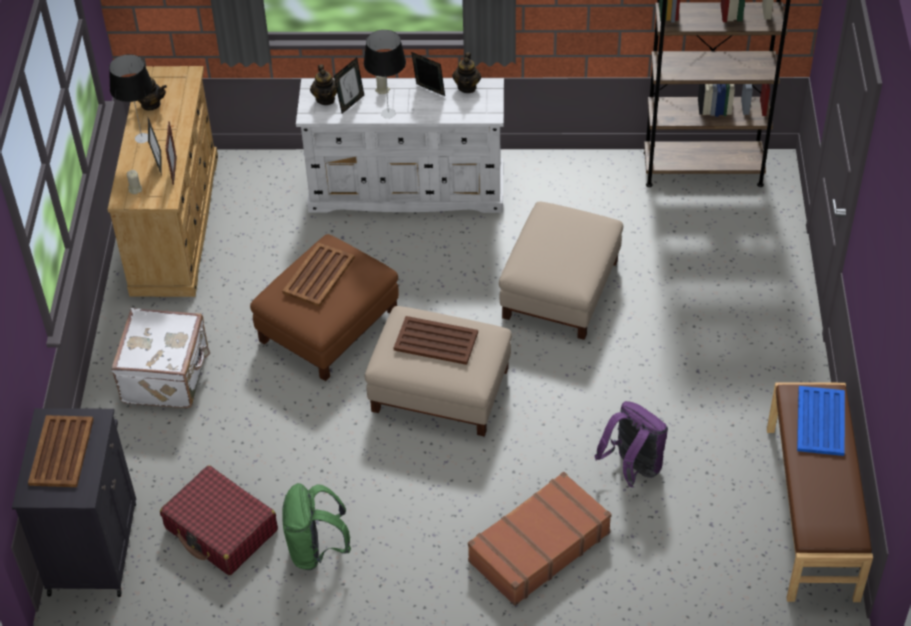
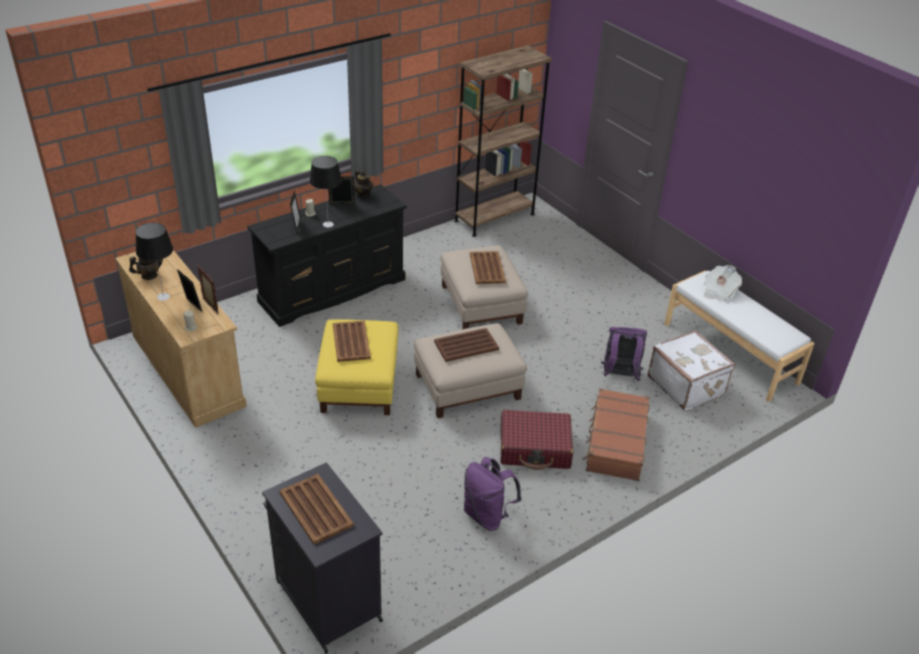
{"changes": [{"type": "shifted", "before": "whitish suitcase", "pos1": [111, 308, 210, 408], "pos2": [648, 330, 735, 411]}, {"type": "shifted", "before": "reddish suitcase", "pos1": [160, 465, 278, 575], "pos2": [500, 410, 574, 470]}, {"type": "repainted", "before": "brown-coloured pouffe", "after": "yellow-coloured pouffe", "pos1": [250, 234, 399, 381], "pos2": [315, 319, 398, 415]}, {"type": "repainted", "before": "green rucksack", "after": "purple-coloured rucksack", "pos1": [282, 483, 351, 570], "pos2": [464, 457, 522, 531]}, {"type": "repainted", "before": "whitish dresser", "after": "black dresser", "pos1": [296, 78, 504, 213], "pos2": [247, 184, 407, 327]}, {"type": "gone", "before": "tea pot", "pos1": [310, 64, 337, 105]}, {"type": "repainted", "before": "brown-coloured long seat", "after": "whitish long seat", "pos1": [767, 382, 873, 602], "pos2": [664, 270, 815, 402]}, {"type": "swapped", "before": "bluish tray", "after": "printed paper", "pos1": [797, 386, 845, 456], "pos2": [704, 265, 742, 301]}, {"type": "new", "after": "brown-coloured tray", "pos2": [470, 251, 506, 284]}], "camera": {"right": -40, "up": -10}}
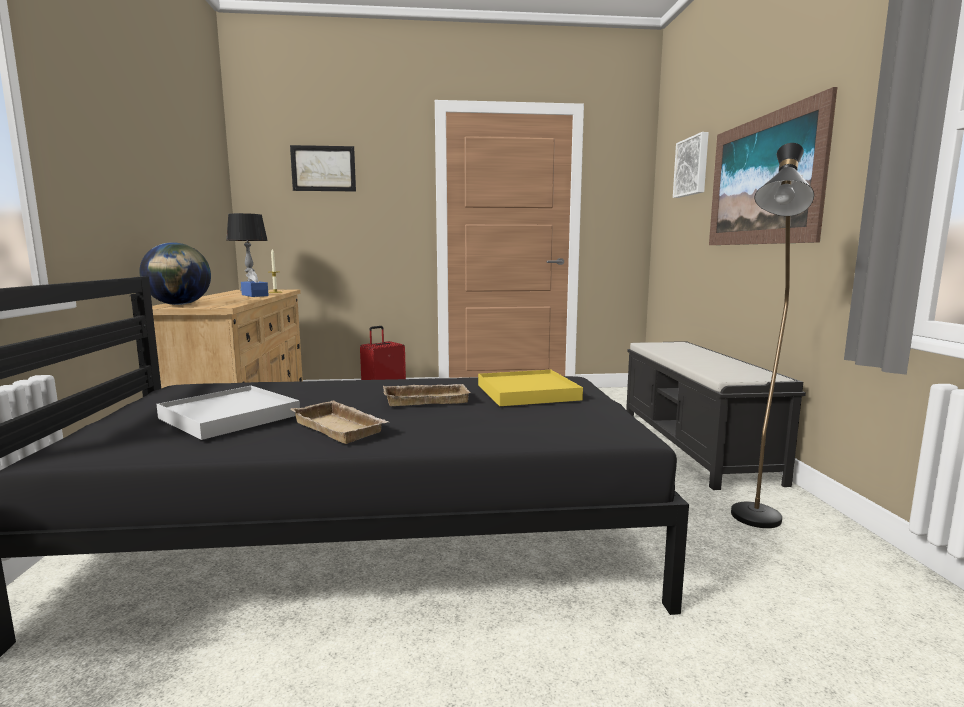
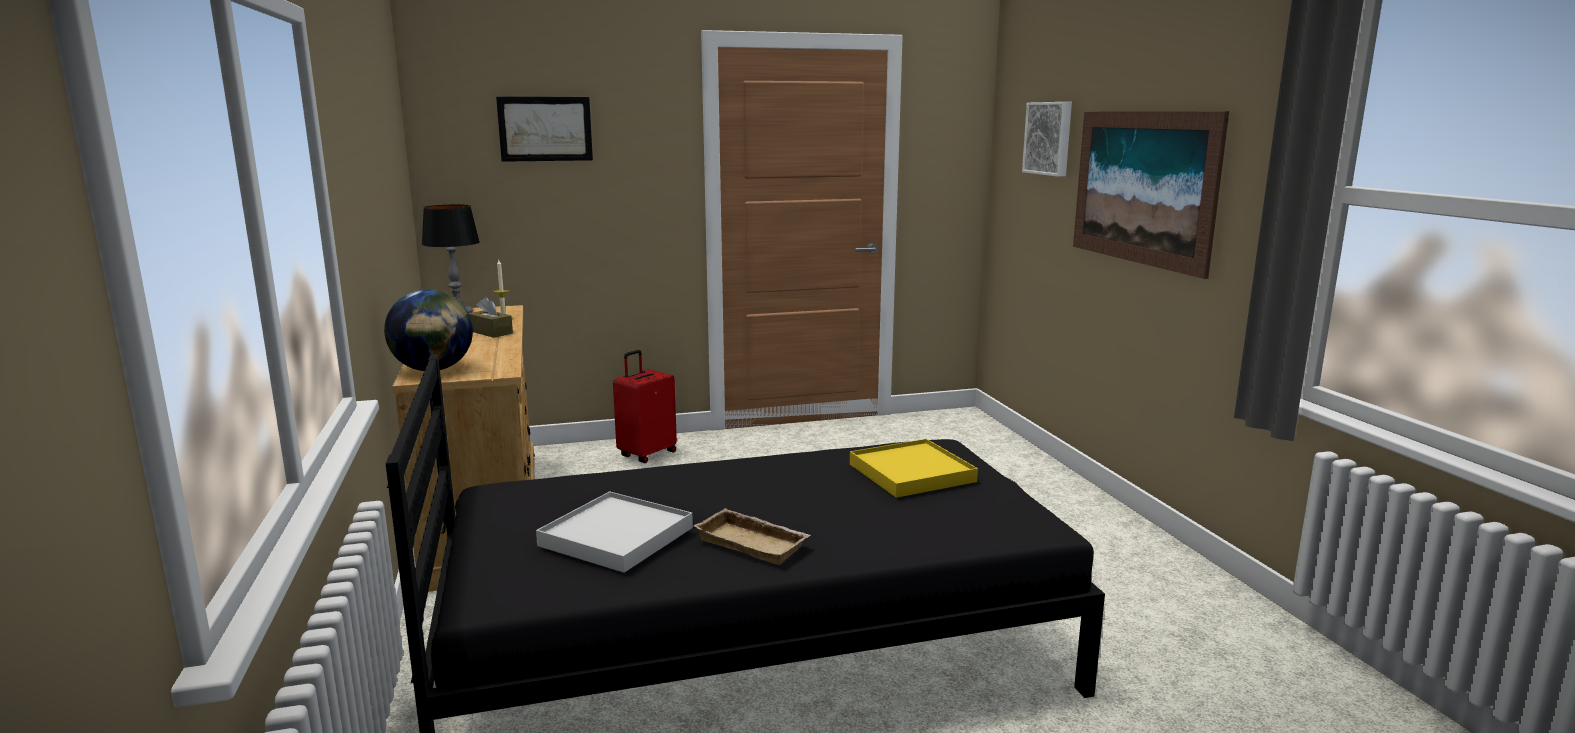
{"changes": [{"type": "repainted", "before": "bluish tissue box", "after": "brown-coloured tissue box", "pos1": [241, 269, 269, 297], "pos2": [469, 297, 513, 338]}, {"type": "gone", "before": "beige-coloured tray", "pos1": [383, 384, 471, 406]}, {"type": "gone", "before": "black long seat", "pos1": [626, 341, 806, 490]}, {"type": "gone", "before": "black standing lamp", "pos1": [731, 143, 814, 528]}], "camera": {"right": -10, "up": 5}}
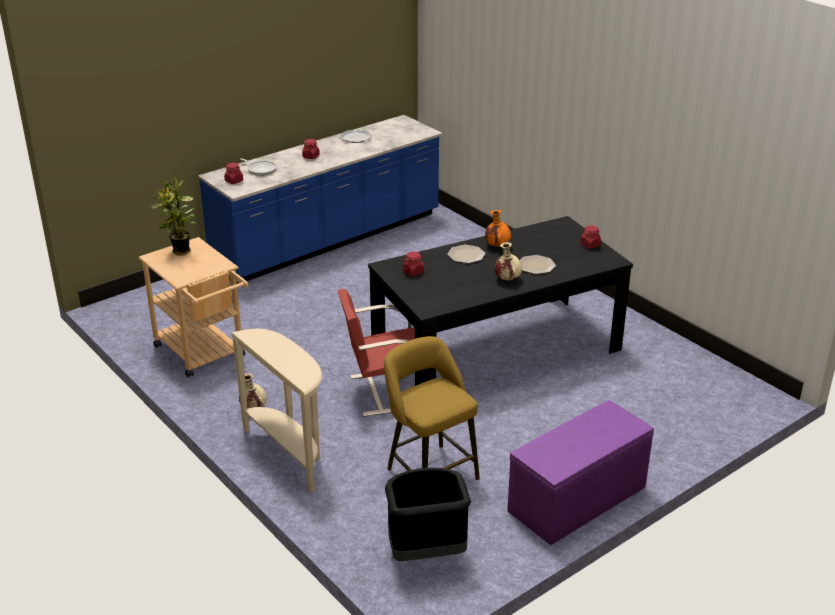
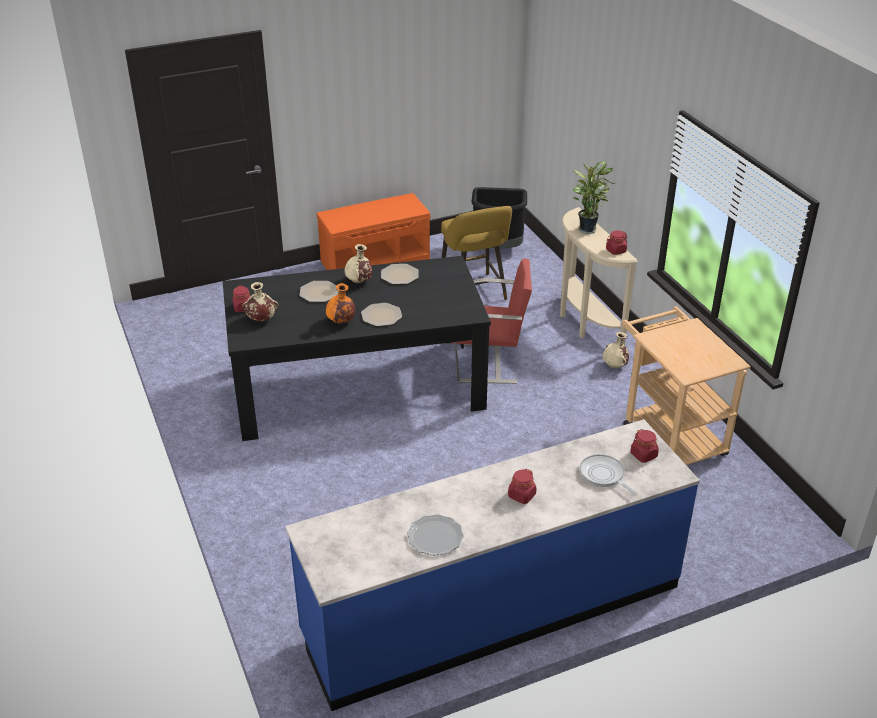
{"changes": [{"type": "shifted", "before": "plant in a pot", "pos1": [151, 175, 195, 256], "pos2": [573, 161, 615, 234]}, {"type": "shifted", "before": "reddish jar", "pos1": [403, 252, 424, 276], "pos2": [606, 230, 627, 255]}, {"type": "repainted", "before": "purple-coloured long seat", "after": "orange long seat", "pos1": [507, 400, 654, 545], "pos2": [317, 193, 430, 270]}, {"type": "new", "after": "beige-coloured decorative vase", "pos2": [242, 282, 278, 321]}, {"type": "new", "after": "plate", "pos2": [381, 264, 419, 284]}], "camera": {"right": -165, "up": 5}}
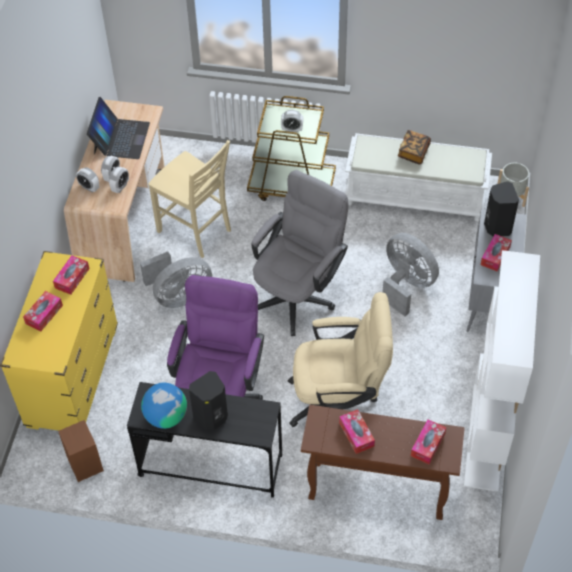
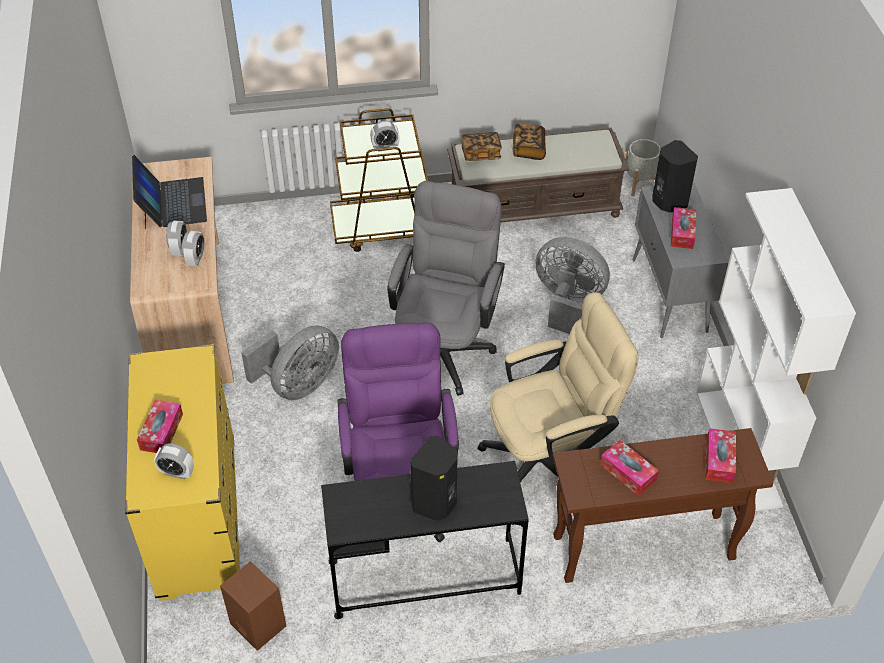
{"changes": [{"type": "gone", "before": "tissue box", "pos1": [53, 255, 89, 295]}, {"type": "shifted", "before": "table clock", "pos1": [76, 167, 99, 193], "pos2": [154, 443, 194, 479]}, {"type": "gone", "before": "globe", "pos1": [141, 383, 187, 429]}, {"type": "gone", "before": "beige-coloured chair", "pos1": [148, 140, 231, 258]}, {"type": "repainted", "before": "whitish long seat", "after": "brown-coloured long seat", "pos1": [345, 133, 492, 222], "pos2": [447, 128, 629, 222]}, {"type": "new", "after": "volume", "pos2": [461, 132, 502, 161]}], "camera": {"right": -20, "up": -5}}
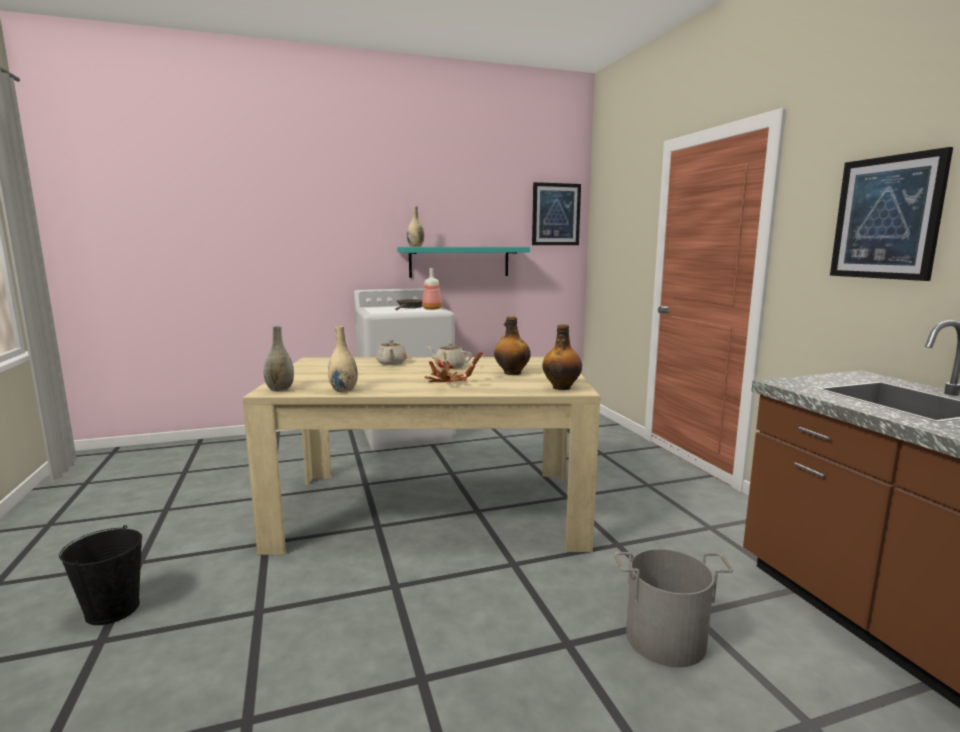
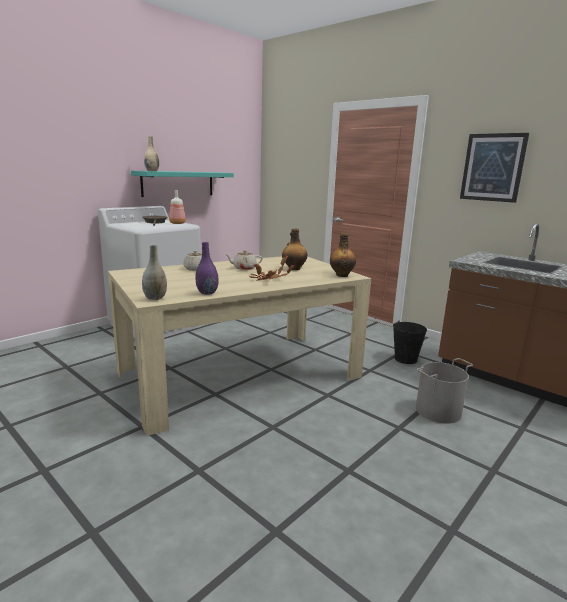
{"changes": [{"type": "shifted", "before": "black water bucket", "pos1": [59, 525, 142, 625], "pos2": [393, 320, 427, 364]}, {"type": "repainted", "before": "beige-coloured decorative vase", "after": "purple-coloured decorative vase", "pos1": [328, 326, 358, 392], "pos2": [195, 242, 218, 295]}, {"type": "gone", "before": "wall art", "pos1": [532, 182, 581, 245]}], "camera": {"right": -30, "up": 5}}
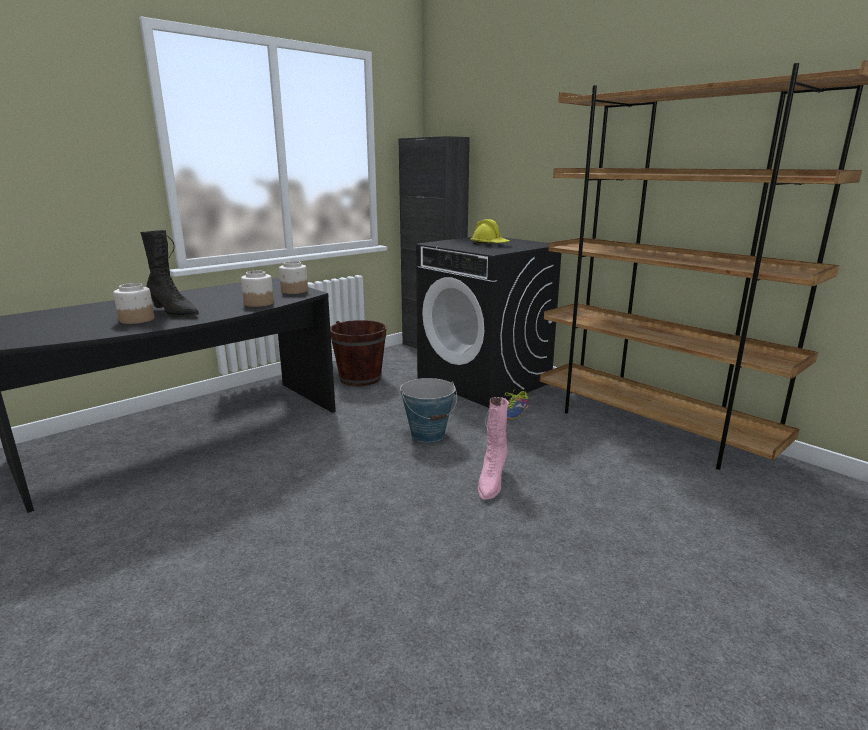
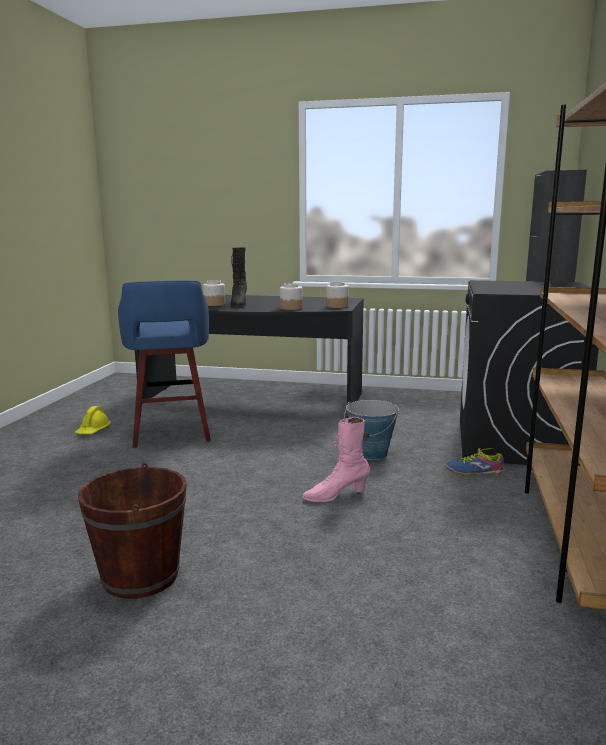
{"changes": [{"type": "shifted", "before": "brown-coloured water bucket", "pos1": [330, 320, 387, 386], "pos2": [78, 462, 187, 599]}, {"type": "shifted", "before": "yellow-coloured work helmet", "pos1": [470, 219, 510, 244], "pos2": [75, 406, 111, 434]}, {"type": "new", "after": "bluish sitting stool", "pos2": [118, 281, 211, 448]}], "camera": {"right": 55, "up": -5}}
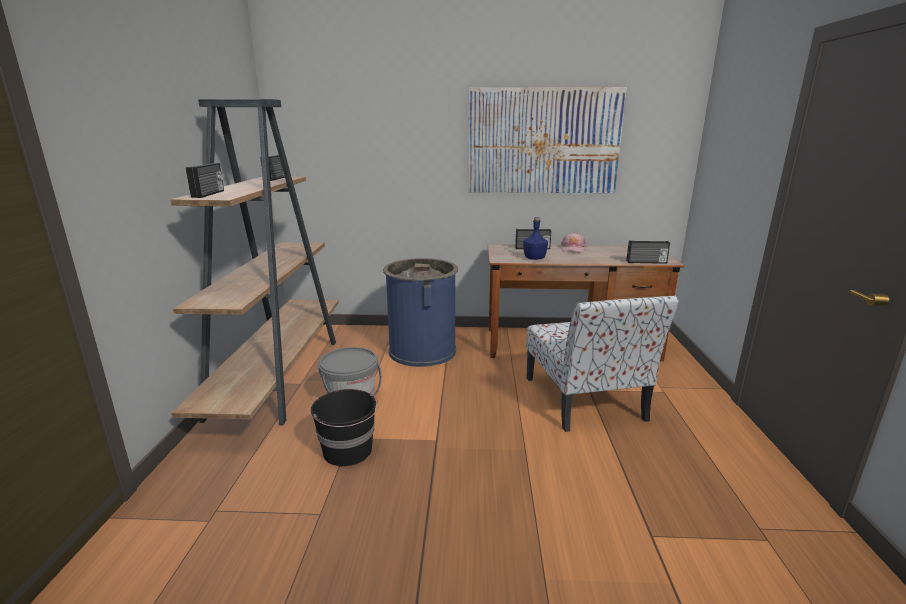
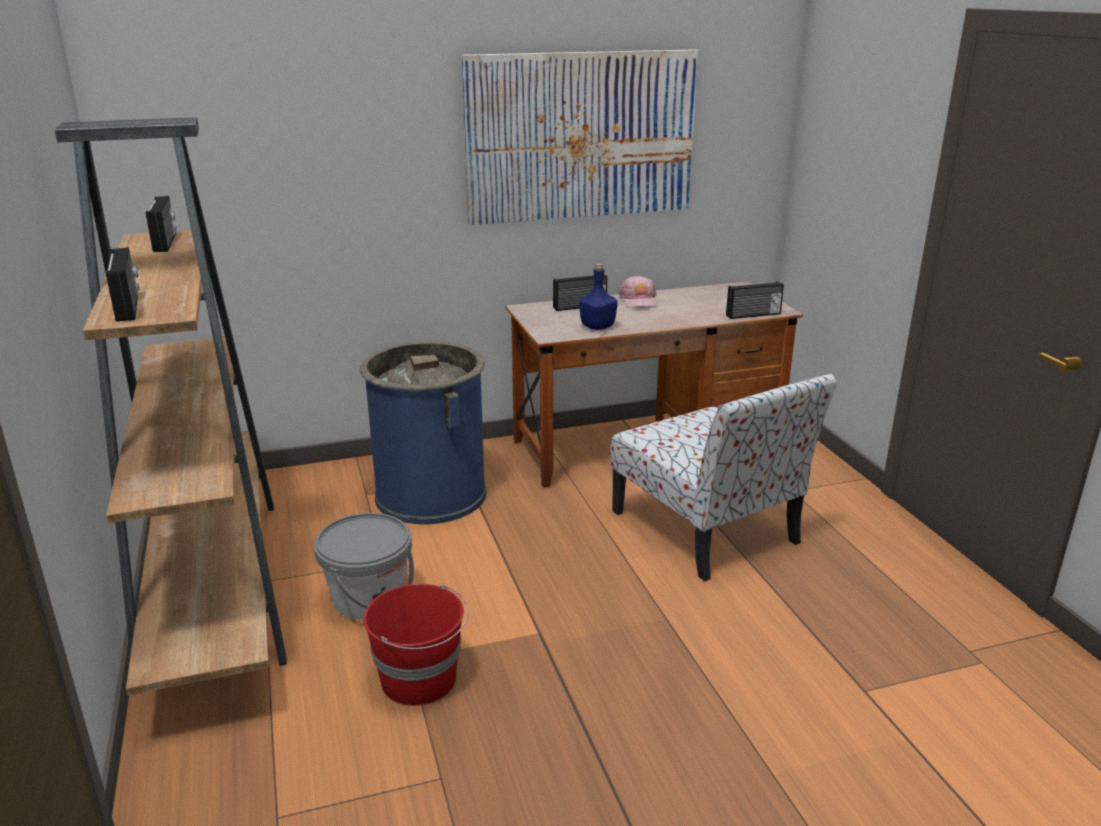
{"changes": [{"type": "repainted", "before": "black water bucket", "after": "reddish water bucket", "pos1": [311, 389, 379, 467], "pos2": [363, 584, 469, 706]}], "camera": {"right": -20, "up": 5}}
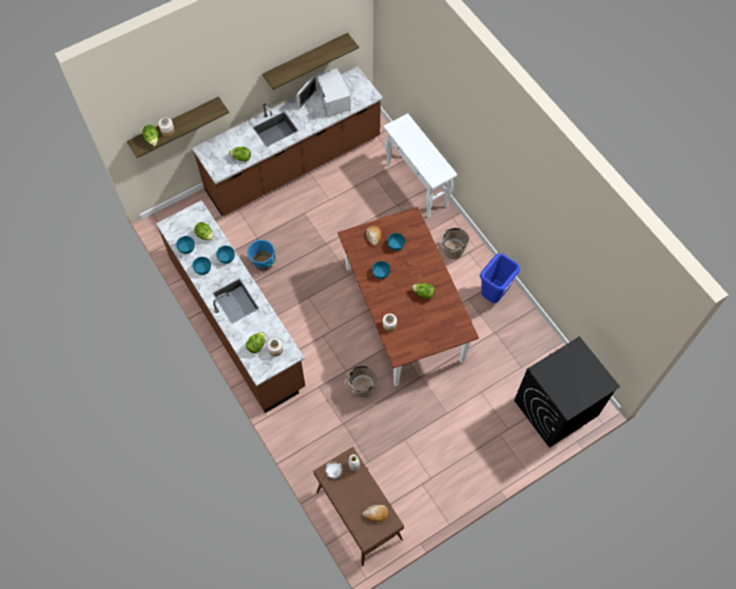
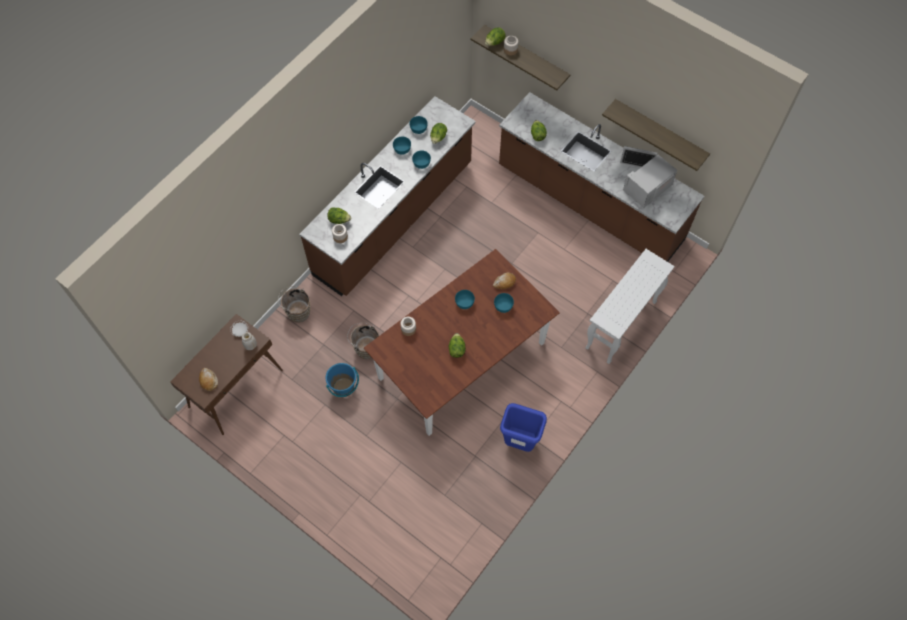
{"changes": [{"type": "shifted", "before": "bluish water bucket", "pos1": [247, 239, 276, 271], "pos2": [325, 363, 359, 397]}, {"type": "shifted", "before": "brown-coloured water bucket", "pos1": [440, 227, 469, 259], "pos2": [278, 286, 310, 323]}, {"type": "gone", "before": "black laundry appliance", "pos1": [514, 336, 620, 448]}], "camera": {"right": 70, "up": 0}}
